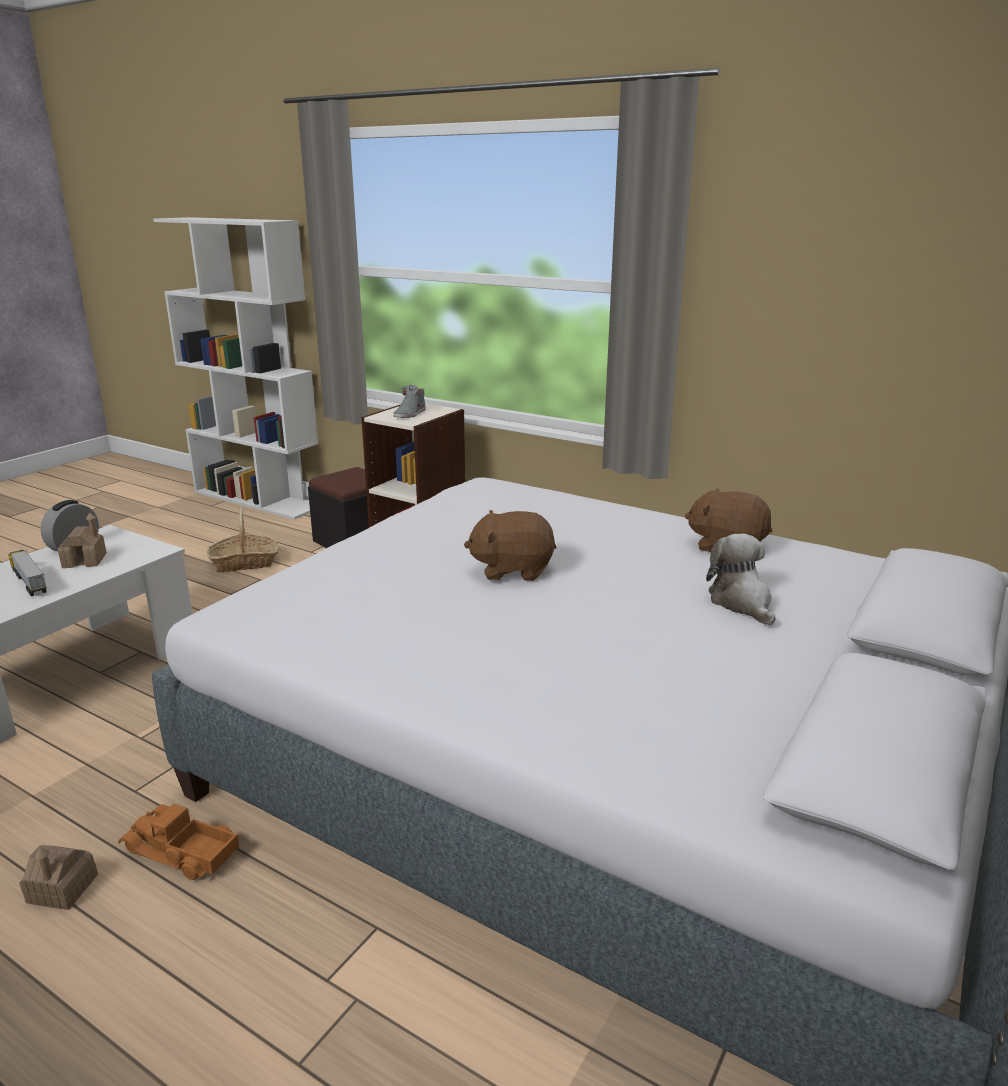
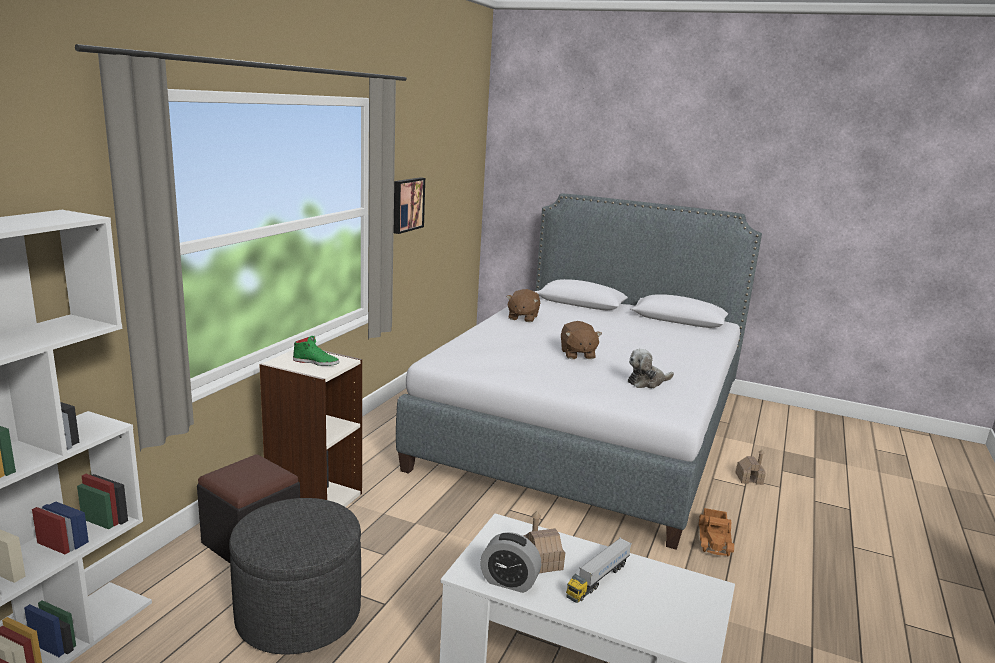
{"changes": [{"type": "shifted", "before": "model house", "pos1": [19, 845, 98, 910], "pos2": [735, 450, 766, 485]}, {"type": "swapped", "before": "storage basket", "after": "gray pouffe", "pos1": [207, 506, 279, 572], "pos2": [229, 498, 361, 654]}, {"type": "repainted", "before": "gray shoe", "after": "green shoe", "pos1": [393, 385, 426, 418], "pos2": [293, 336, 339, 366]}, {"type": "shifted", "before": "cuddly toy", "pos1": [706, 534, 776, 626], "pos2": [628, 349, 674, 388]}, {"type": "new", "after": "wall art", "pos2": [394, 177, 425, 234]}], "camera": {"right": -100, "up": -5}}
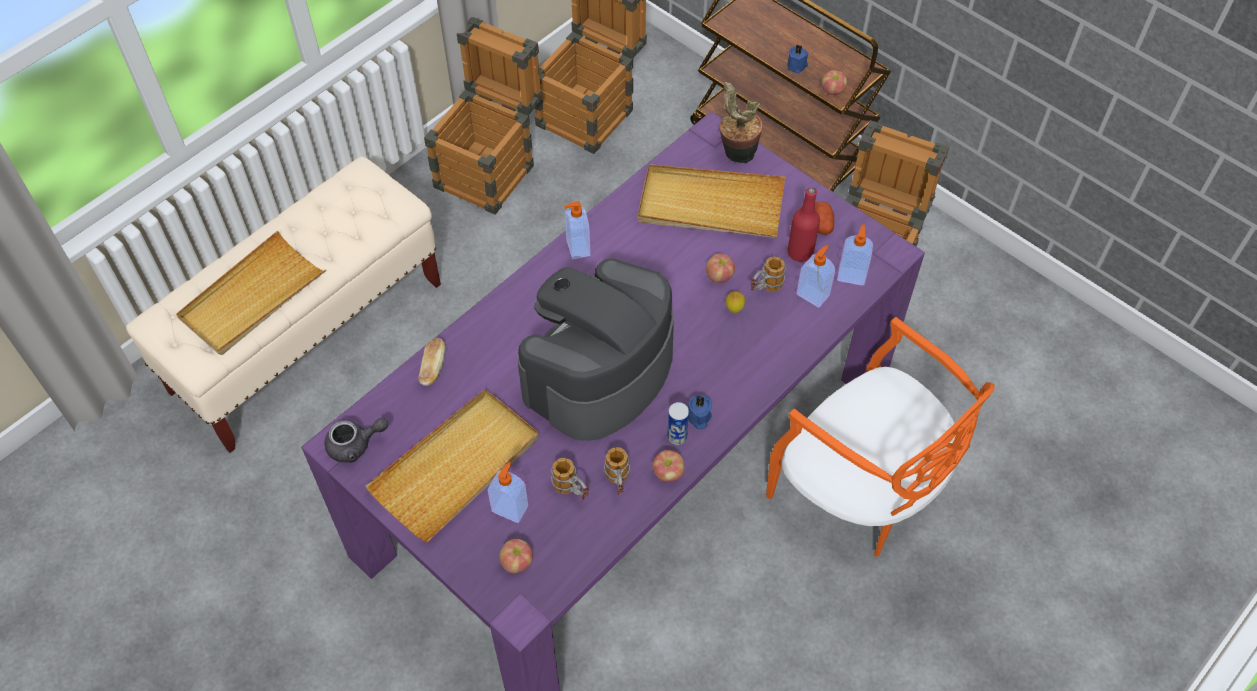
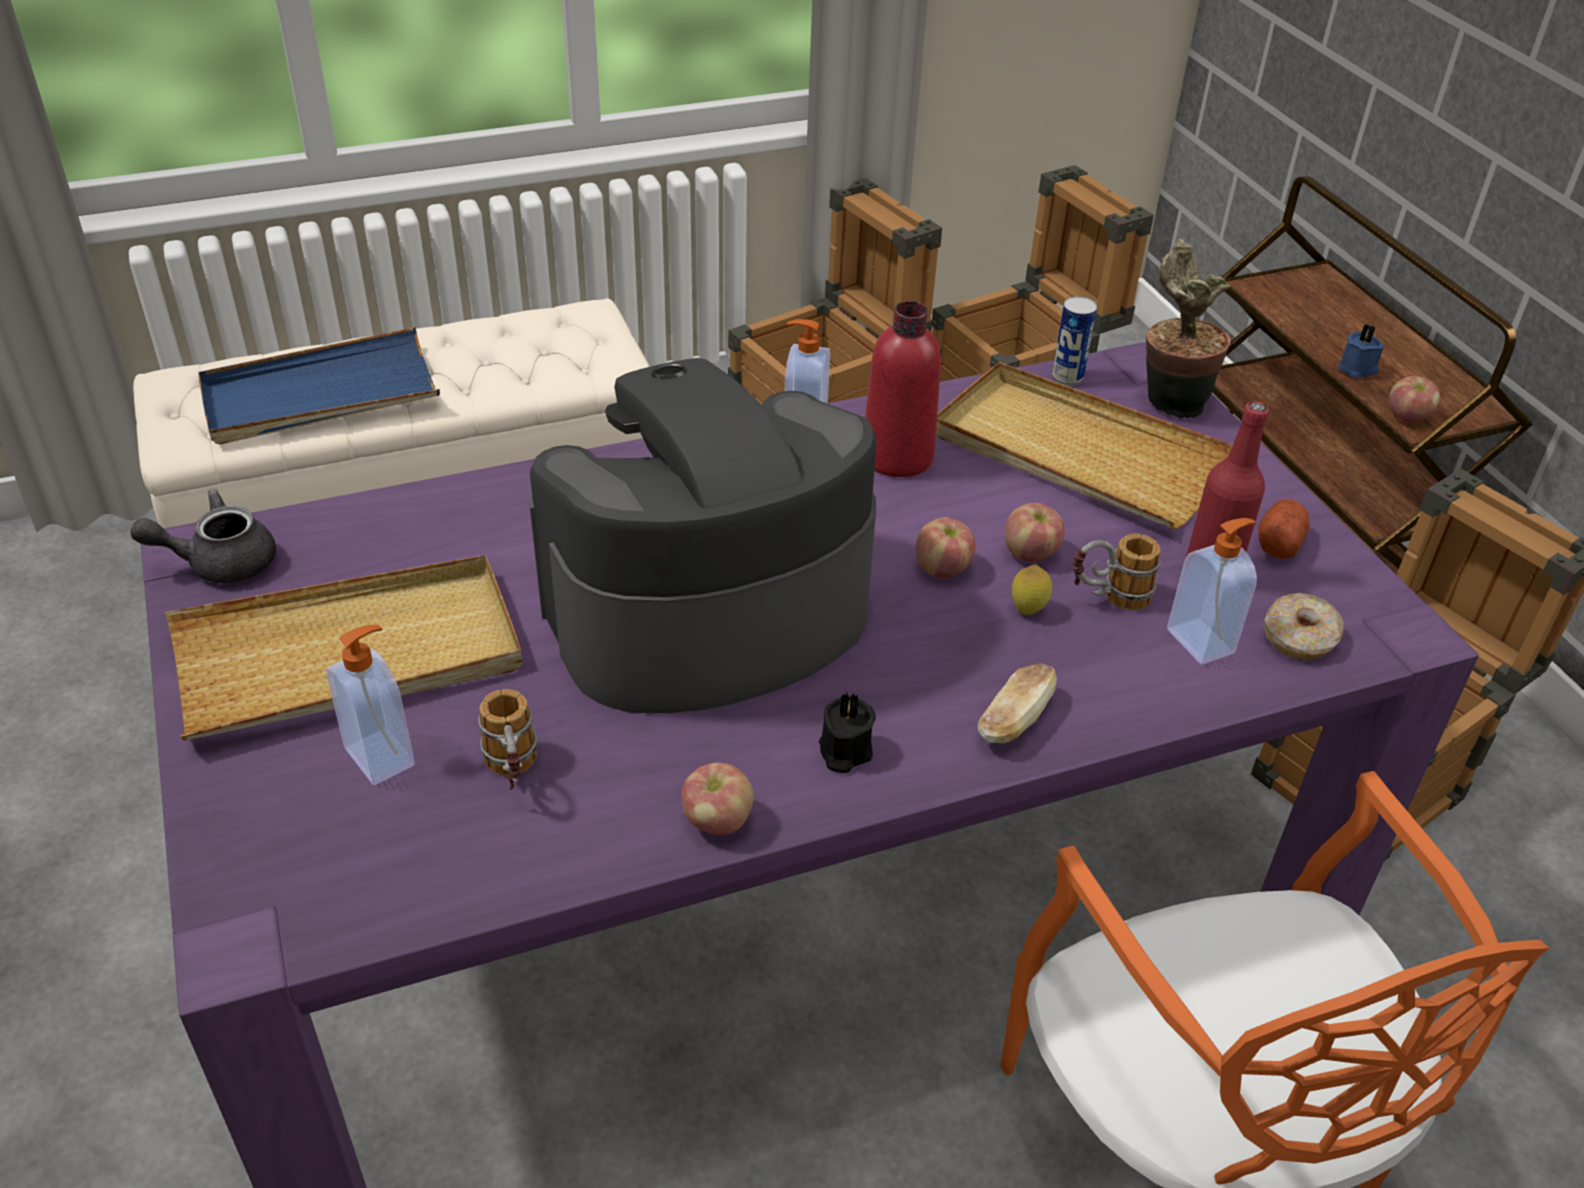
{"changes": [{"type": "repainted", "before": "beige-coloured tray", "after": "bluish tray", "pos1": [176, 231, 326, 355], "pos2": [198, 327, 440, 445]}, {"type": "rotated", "before": "gray tea pot", "pos1": [325, 418, 388, 463], "pos2": [130, 489, 276, 583], "turn": 150}, {"type": "shifted", "before": "baked bread", "pos1": [418, 338, 445, 386], "pos2": [977, 663, 1057, 743]}, {"type": "shifted", "before": "apple fruit", "pos1": [499, 539, 533, 574], "pos2": [916, 517, 976, 577]}, {"type": "gone", "before": "coffee mug", "pos1": [604, 447, 630, 495]}, {"type": "shifted", "before": "metal can", "pos1": [667, 402, 689, 445], "pos2": [1052, 296, 1097, 386]}, {"type": "repainted", "before": "bluish wax light", "after": "black wax light", "pos1": [688, 395, 712, 429], "pos2": [819, 692, 876, 773]}, {"type": "swapped", "before": "soap bottle", "after": "donut", "pos1": [837, 224, 873, 286], "pos2": [1264, 593, 1344, 660]}, {"type": "new", "after": "reddish bottle", "pos2": [865, 301, 941, 477]}], "camera": {"right": 25, "up": -15}}
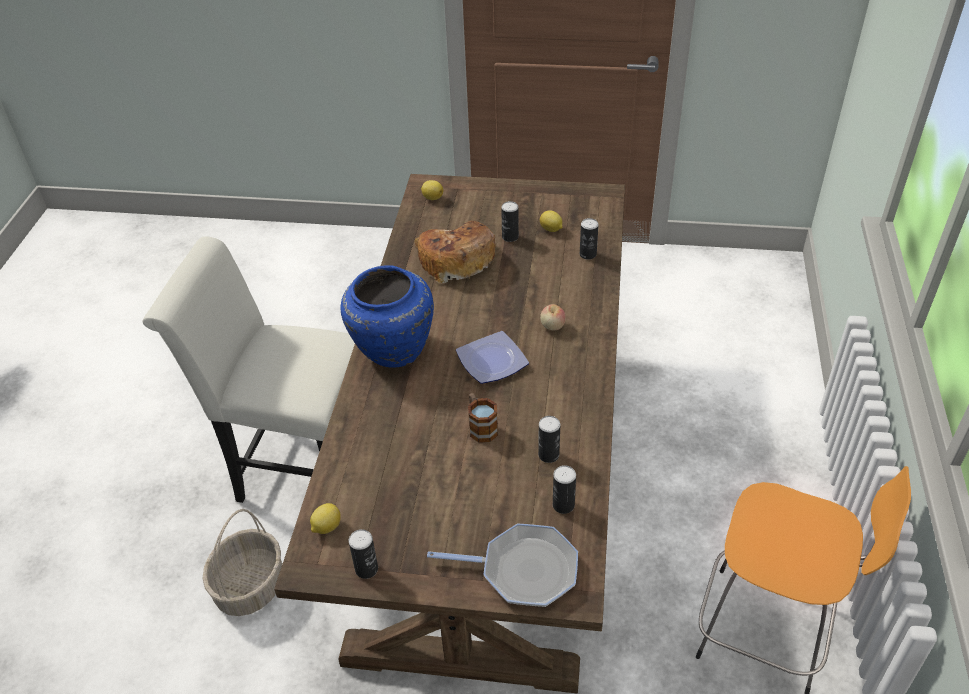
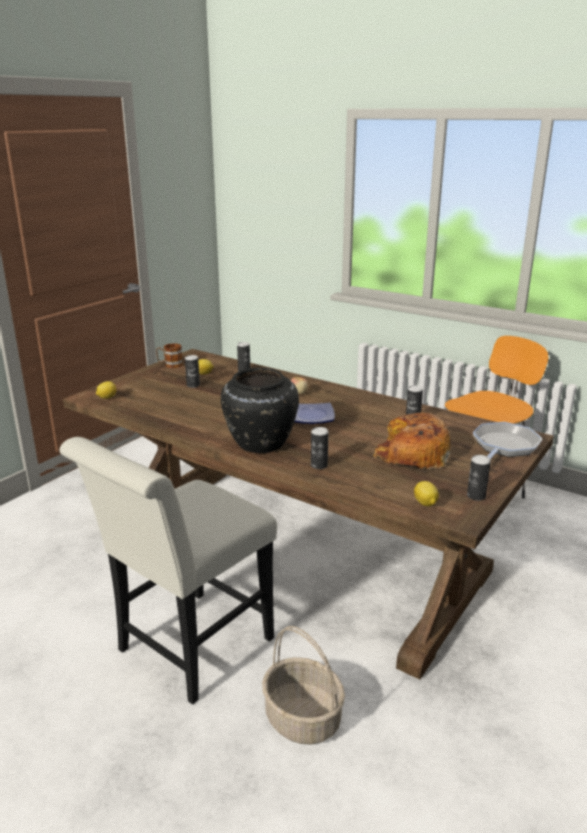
{"changes": [{"type": "repainted", "before": "bluish decorative vase", "after": "black decorative vase", "pos1": [340, 265, 434, 368], "pos2": [221, 368, 299, 453]}, {"type": "shifted", "before": "baked bread", "pos1": [414, 221, 495, 284], "pos2": [373, 412, 451, 469]}, {"type": "shifted", "before": "coffee mug", "pos1": [468, 393, 498, 443], "pos2": [156, 343, 183, 368]}, {"type": "shifted", "before": "metal can", "pos1": [553, 465, 576, 514], "pos2": [311, 427, 329, 469]}], "camera": {"right": -65, "up": -20}}
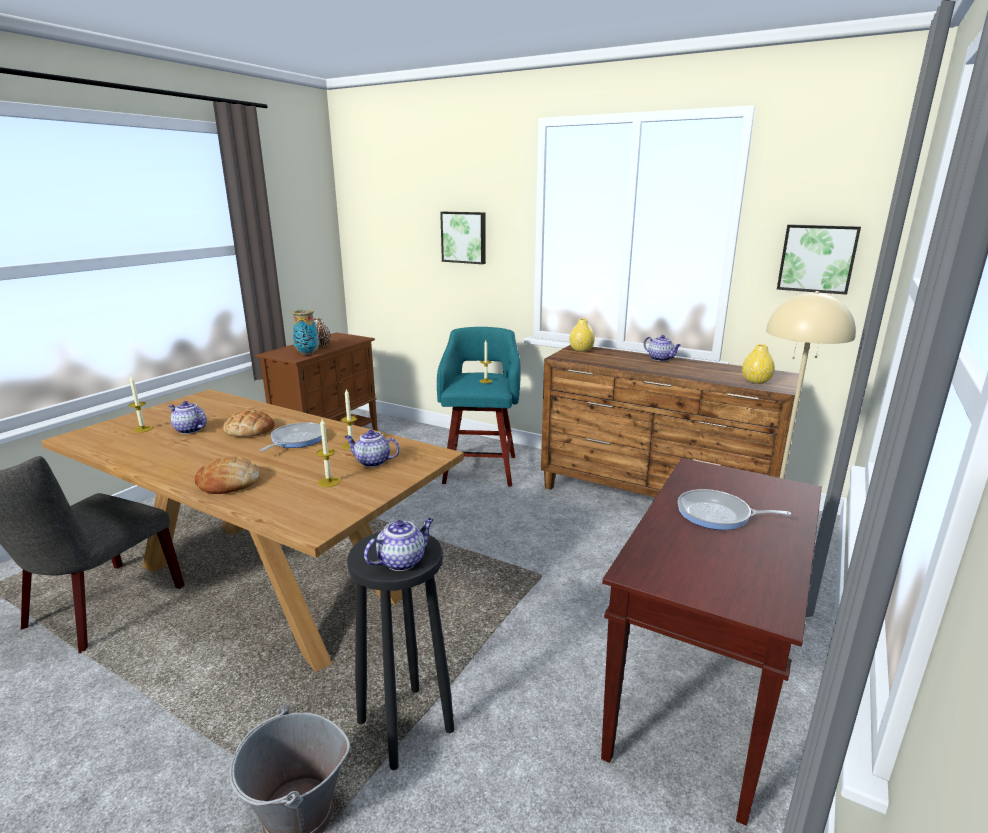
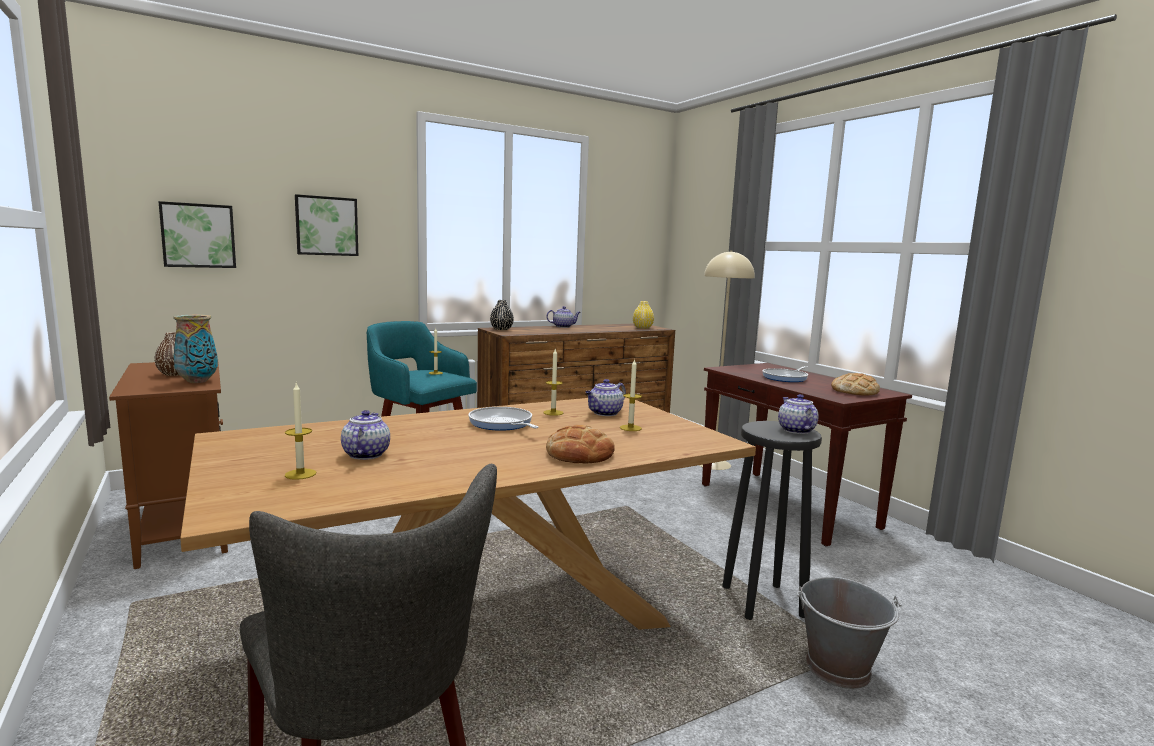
{"changes": [{"type": "rotated", "before": "tea pot", "pos1": [169, 401, 207, 434], "pos2": [341, 410, 390, 460], "turn": 120}, {"type": "shifted", "before": "baked bread", "pos1": [223, 409, 275, 437], "pos2": [831, 373, 880, 396]}, {"type": "repainted", "before": "yellow-coloured decorative vase", "after": "black decorative vase", "pos1": [569, 318, 595, 352], "pos2": [490, 300, 514, 330]}, {"type": "shifted", "before": "wall art", "pos1": [777, 224, 861, 295], "pos2": [158, 201, 236, 268]}], "camera": {"right": -60, "up": -10}}
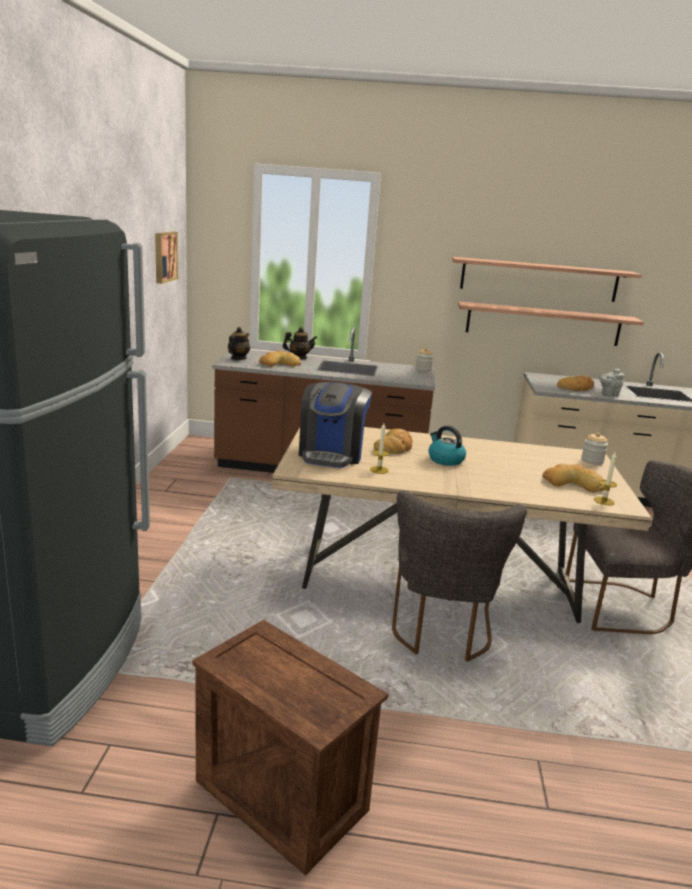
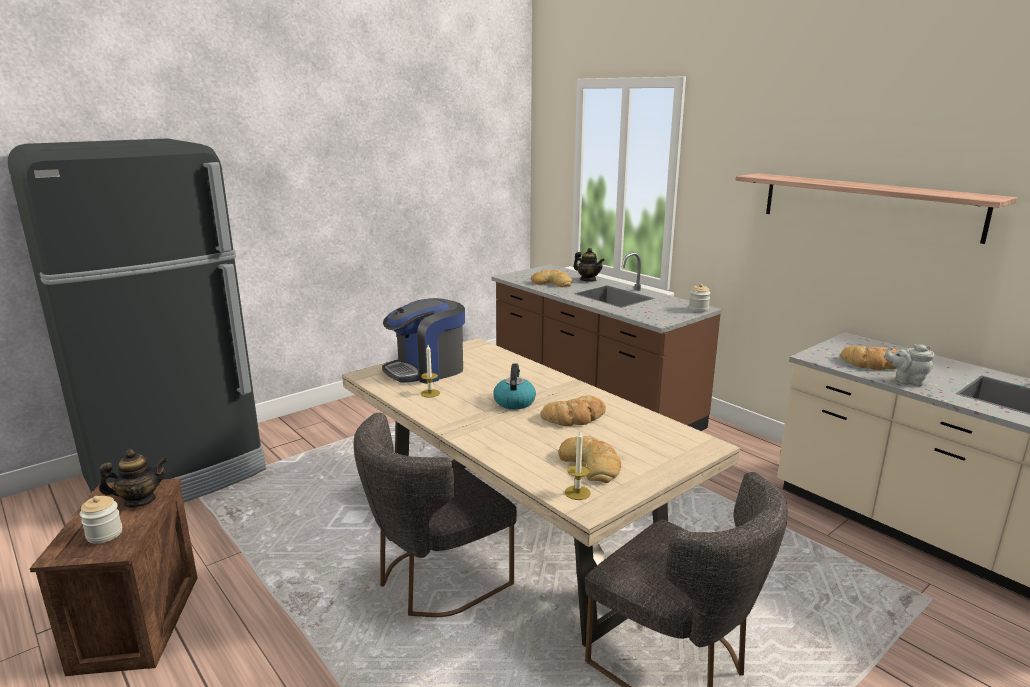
{"changes": [{"type": "gone", "before": "wall art", "pos1": [155, 232, 178, 284]}, {"type": "shifted", "before": "tea pot", "pos1": [228, 327, 250, 360], "pos2": [99, 449, 168, 508]}, {"type": "shifted", "before": "baked bread", "pos1": [374, 429, 413, 454], "pos2": [541, 396, 606, 426]}, {"type": "gone", "before": "wall shelf", "pos1": [458, 301, 644, 346]}, {"type": "shifted", "before": "jar", "pos1": [581, 432, 608, 465], "pos2": [80, 496, 122, 544]}], "camera": {"right": 45, "up": 0}}
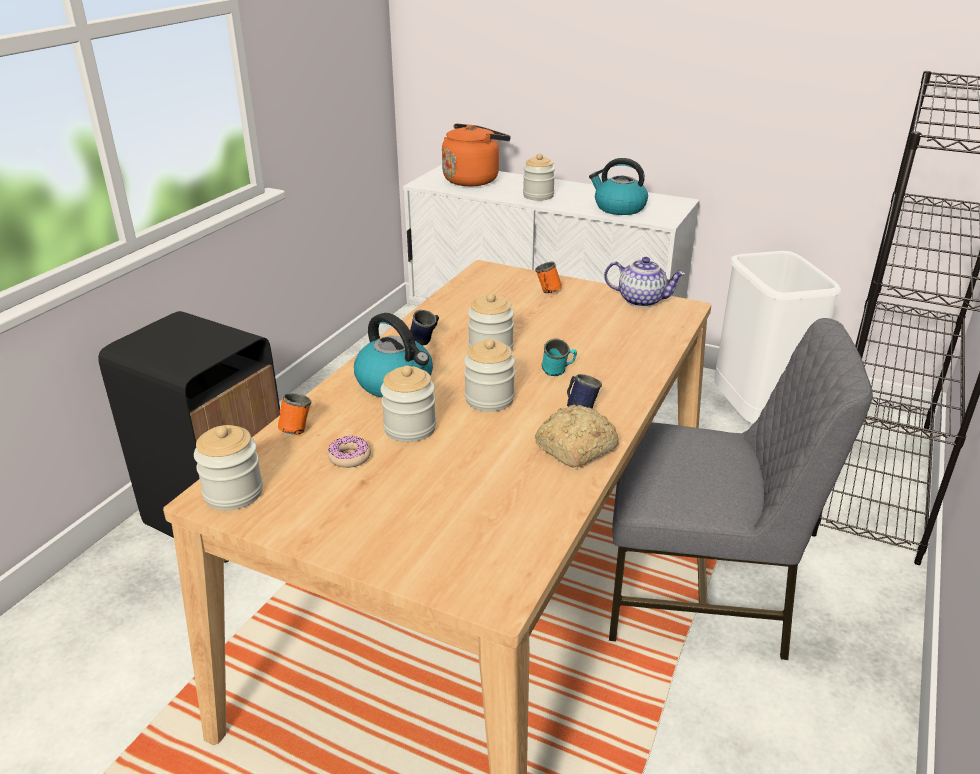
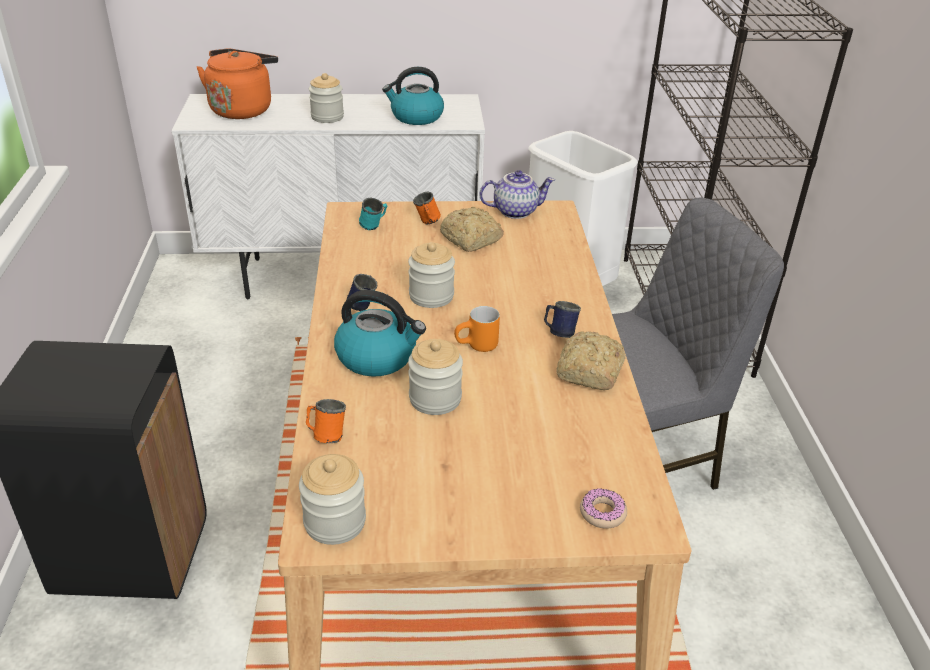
{"changes": [{"type": "shifted", "before": "donut", "pos1": [328, 436, 371, 468], "pos2": [580, 488, 627, 529]}, {"type": "swapped", "before": "jar", "after": "orange coffee mug", "pos1": [464, 339, 515, 412], "pos2": [454, 306, 500, 352]}, {"type": "shifted", "before": "turquoise-coloured coffee mug", "pos1": [542, 339, 577, 376], "pos2": [359, 198, 387, 230]}, {"type": "new", "after": "baked bread", "pos2": [440, 207, 504, 252]}], "camera": {"right": -30, "up": 5}}
